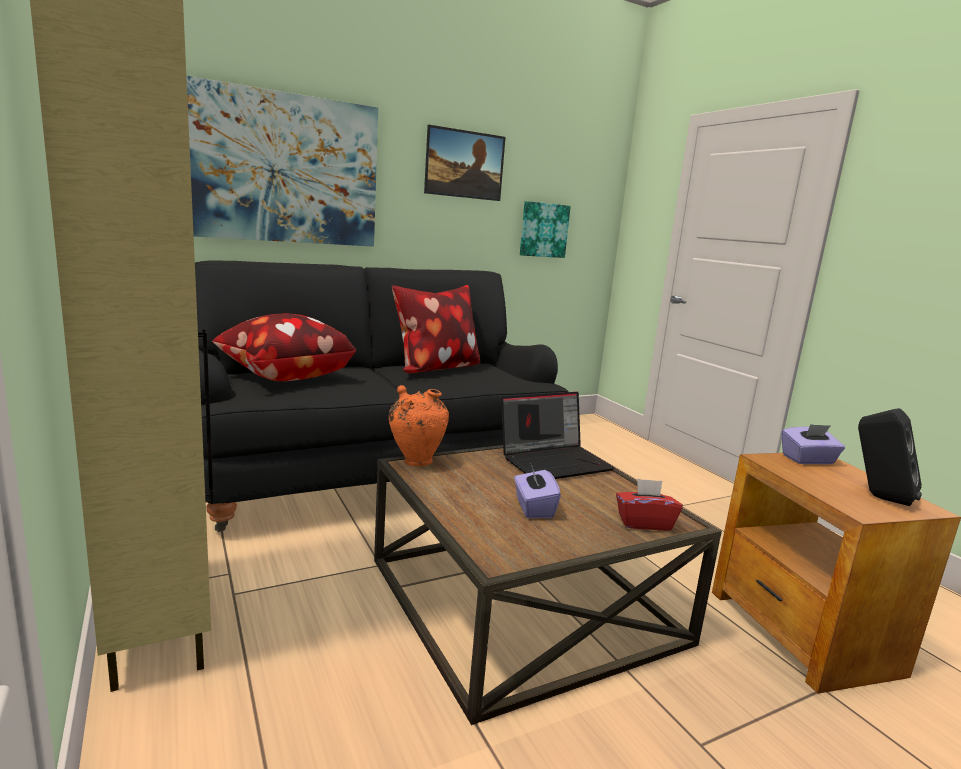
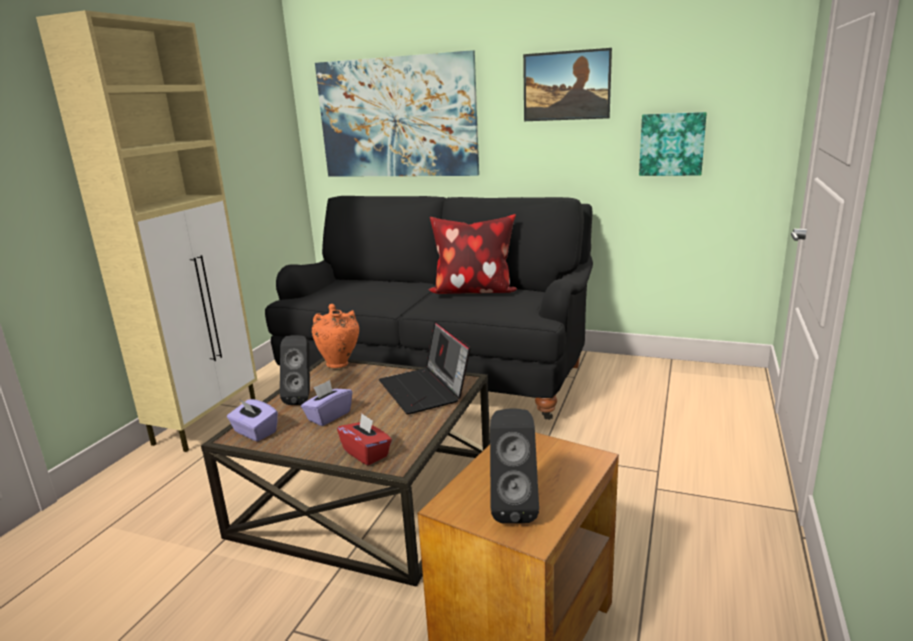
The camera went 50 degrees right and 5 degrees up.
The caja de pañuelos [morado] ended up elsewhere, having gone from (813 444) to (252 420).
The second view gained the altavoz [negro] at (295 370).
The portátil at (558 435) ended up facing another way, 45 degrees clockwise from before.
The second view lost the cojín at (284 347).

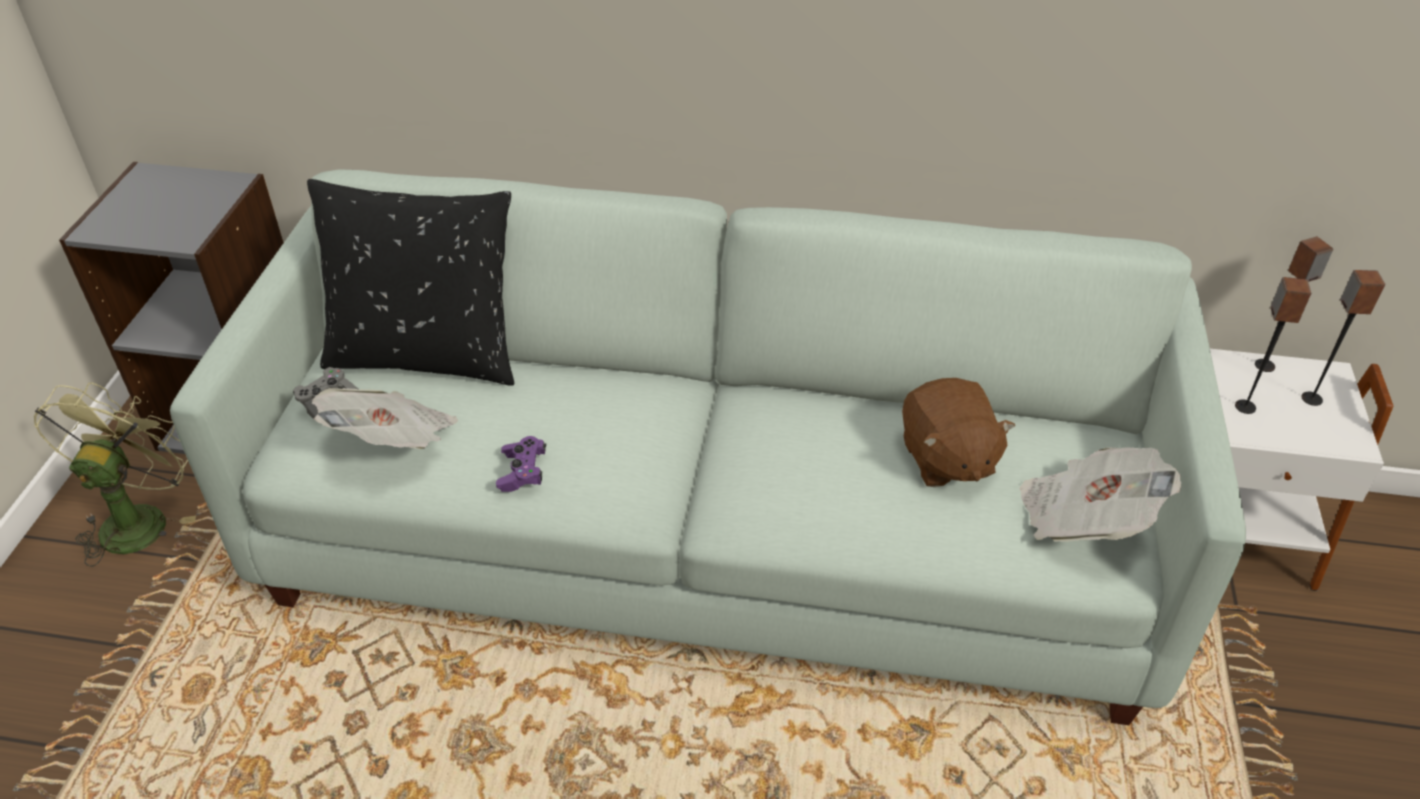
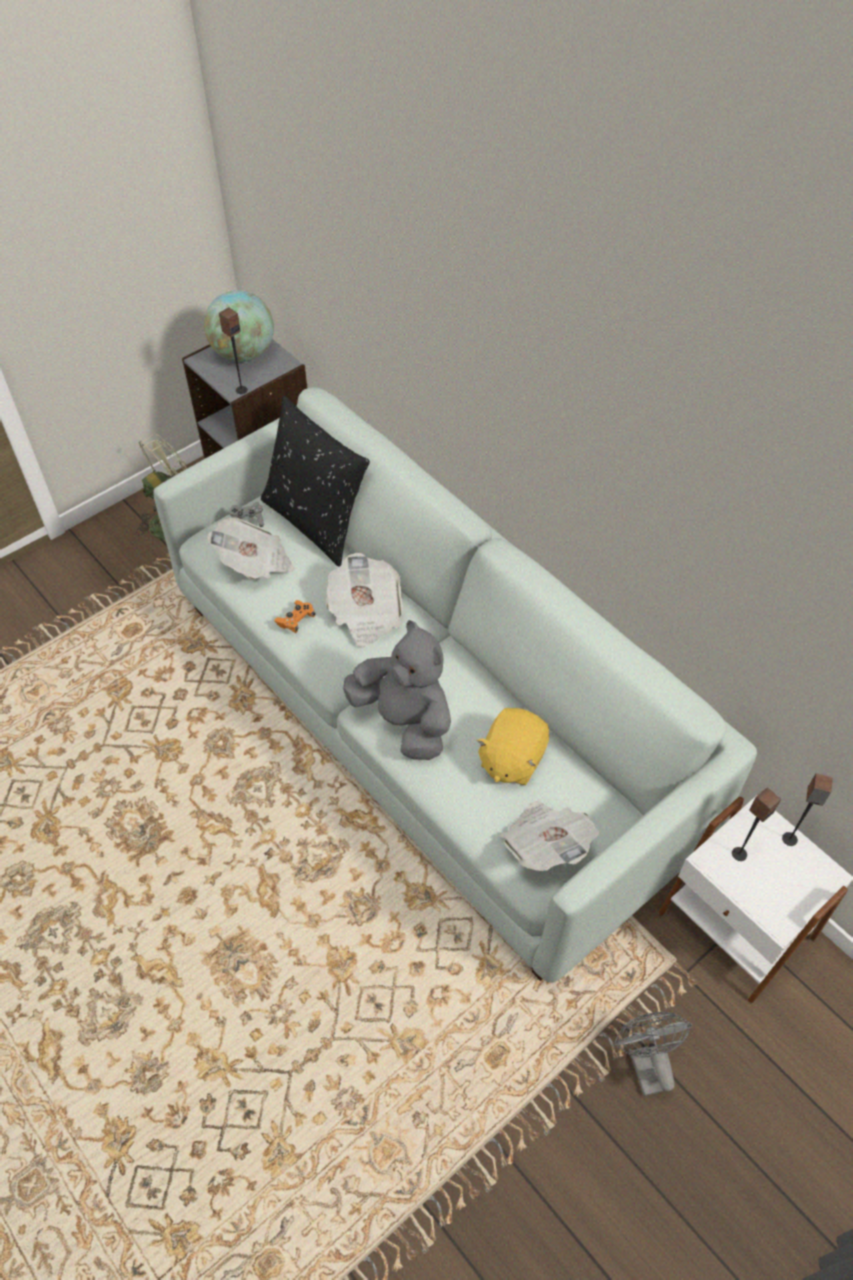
The camera went 40 degrees right and 10 degrees up.
The second view gained the globo terráqueo at (239 326).
The altavoz ended up elsewhere, having gone from (1343 338) to (233 350).
What was the mando de consola [morado] at (521 464) turned into the mando de consola [naranja] at (295 616).
The second view gained the periódico at (364 600).
The second view gained the peluche [gris] at (397 690).
What was the peluche [marrón] at (959 432) turned into the peluche [amarillo] at (512 746).
The second view gained the ventilador [gris] at (652 1054).

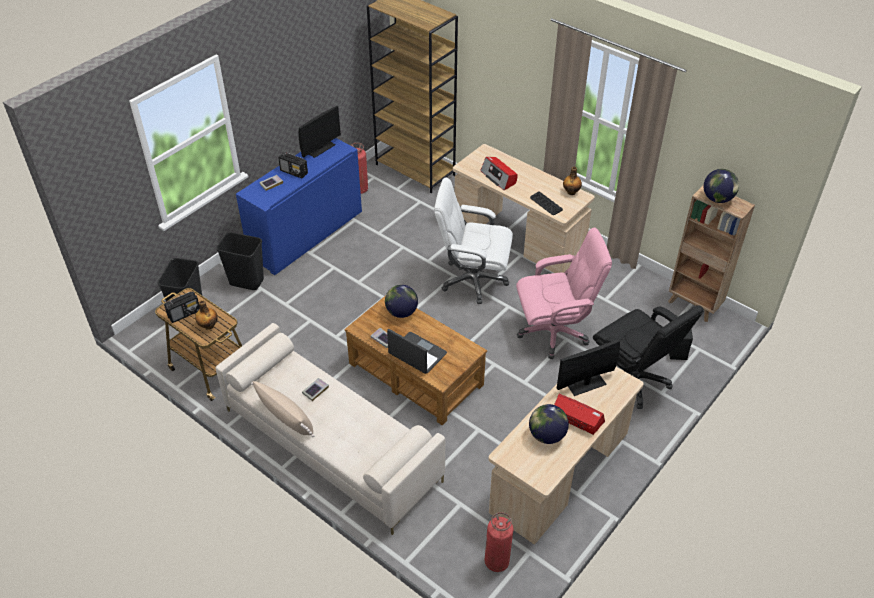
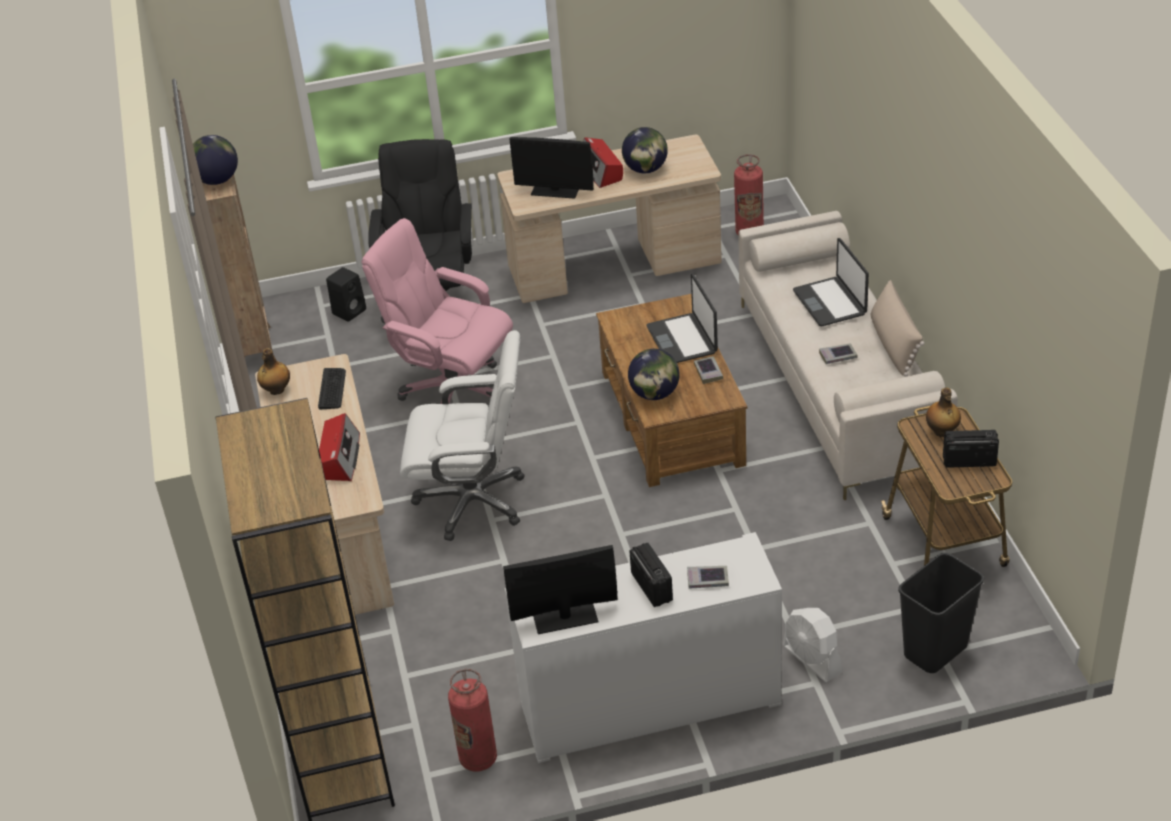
The camera went 140 degrees left and 5 degrees down.
The silla de oficina [blanco] at (473 240) ended up facing another way, 45 degrees counterclockwise from before.
What was the armario [azul] at (299 206) turned into the armario [blanco] at (643 647).
Where the papelera [negro] stood at (240 261), the ventilador [blanco] came to stand at (812 645).
The second view gained the portátil at (831 282).

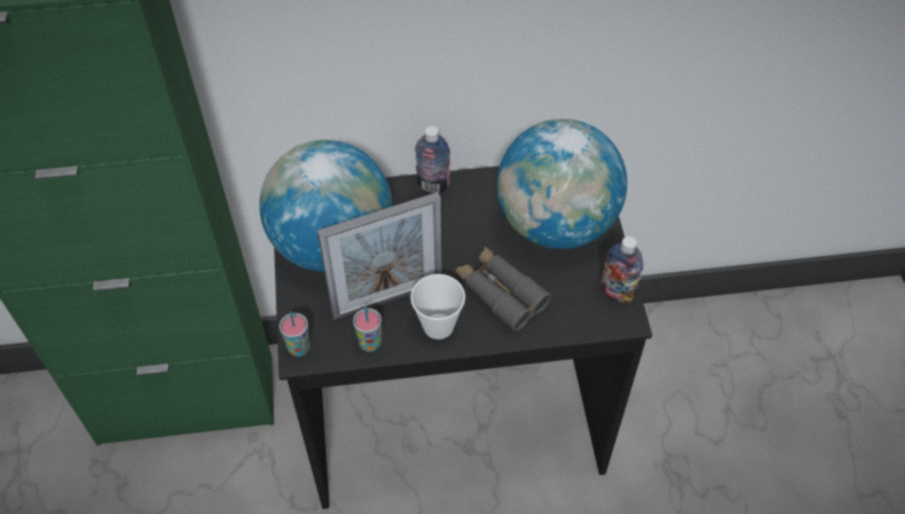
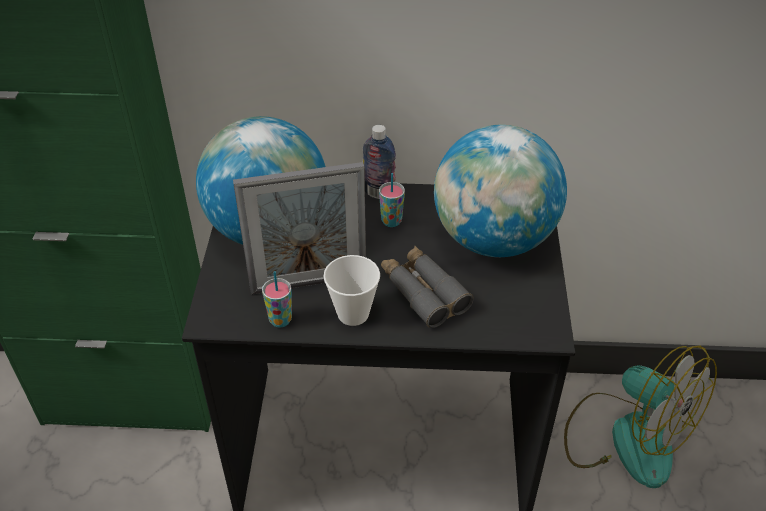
The camera went 10 degrees right and 10 degrees down.
The taza ended up elsewhere, having gone from (294 334) to (392 200).
The second view gained the ventilador at (640 417).
The second view lost the botella at (622 269).

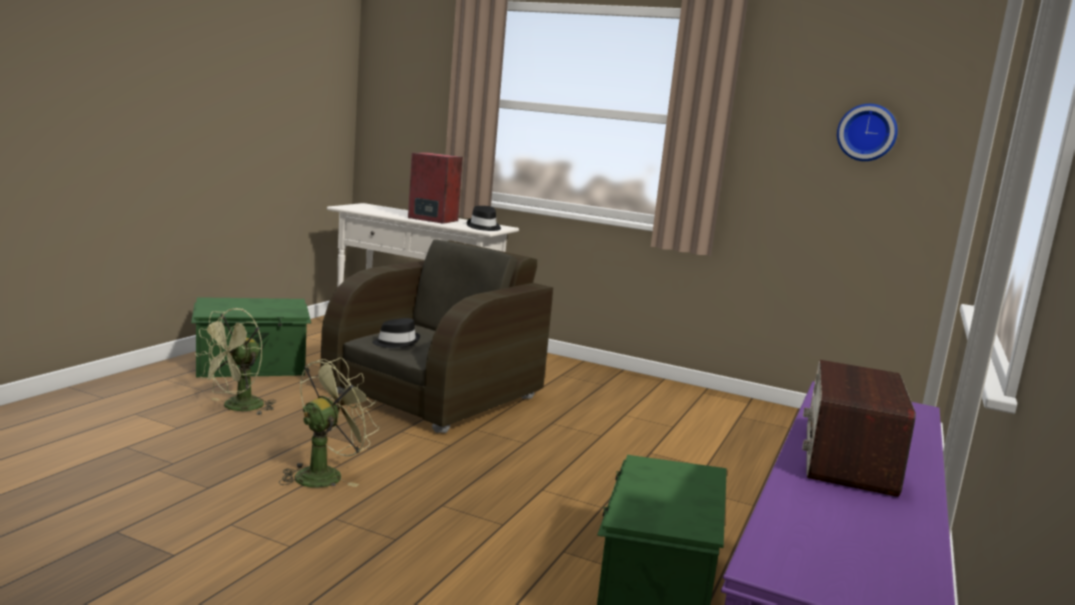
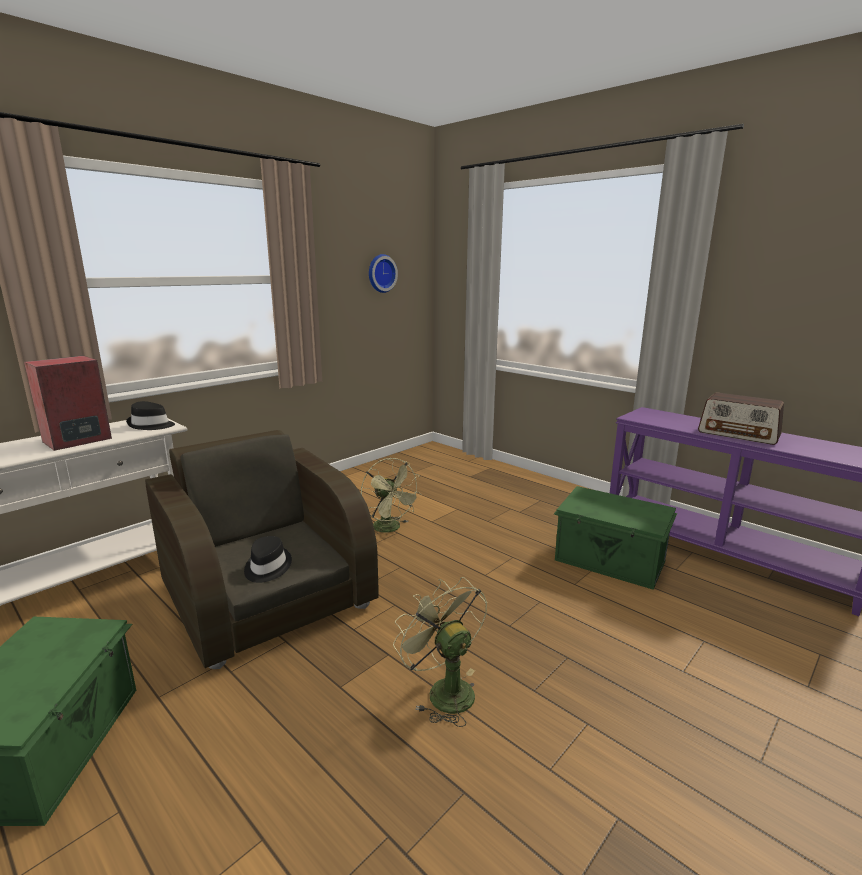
The camera went 70 degrees left and 5 degrees up.
The ventilador [verde] ended up elsewhere, having gone from (235 361) to (391 495).

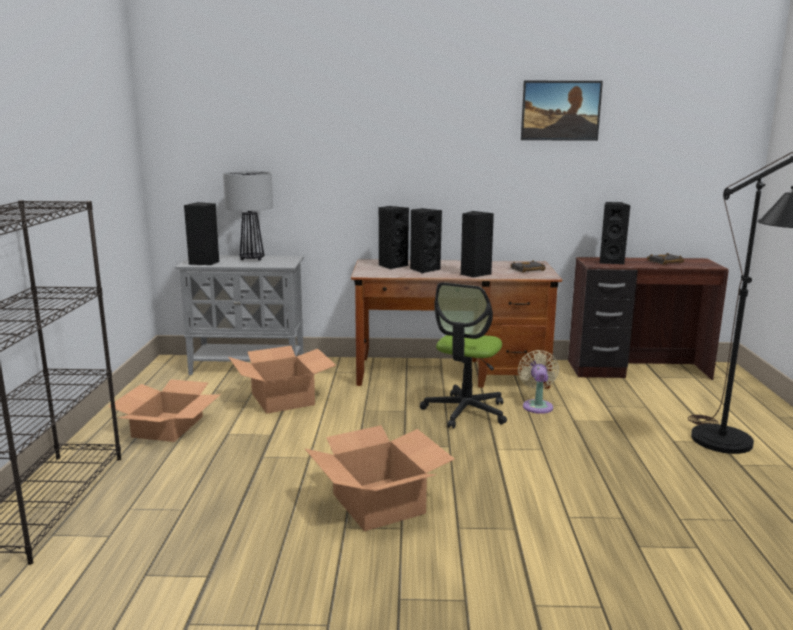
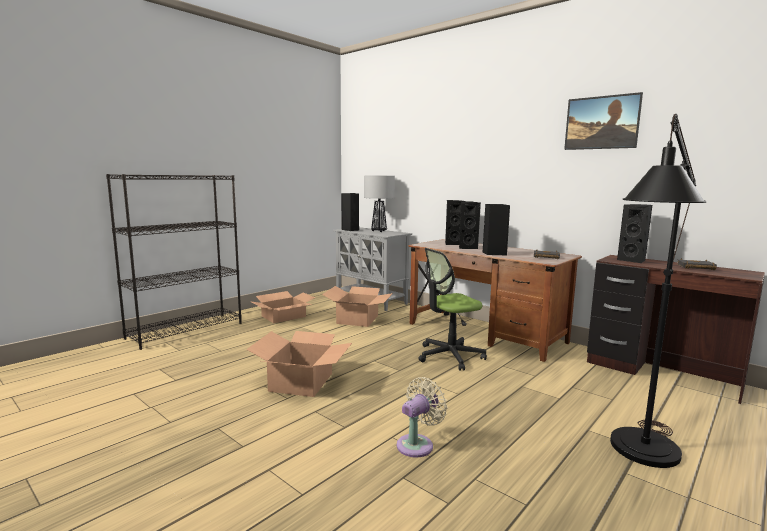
The camera went 40 degrees right and 5 degrees down.
The ventilador [beis] ended up elsewhere, having gone from (538 382) to (422 417).

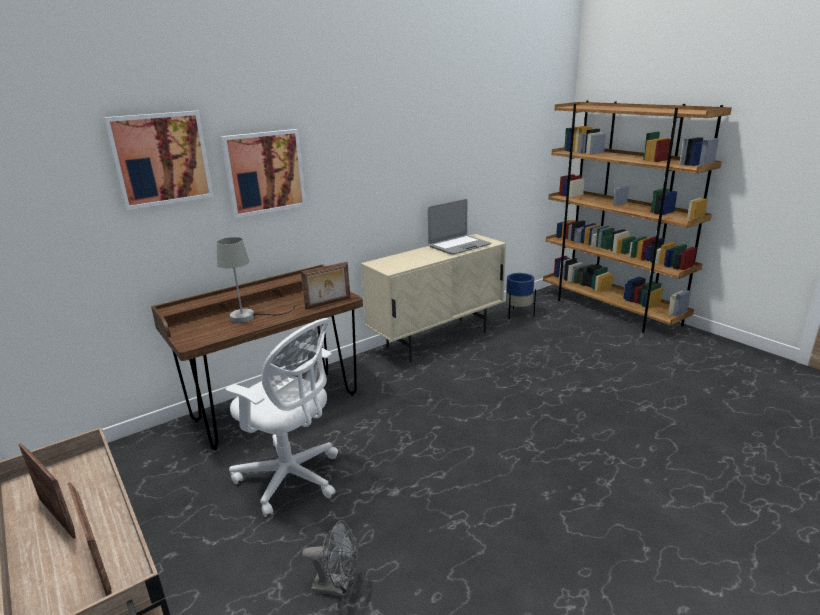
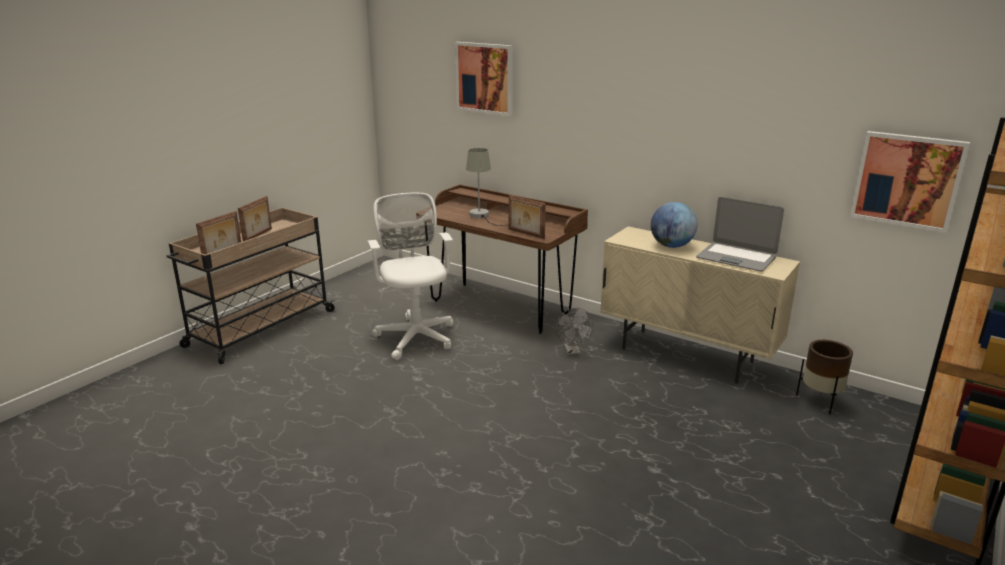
The camera went 70 degrees right and 0 degrees up.
The silla de oficina [blanco] at (282 417) ended up facing another way, 150 degrees clockwise from before.
The ventilador [gris] ended up elsewhere, having gone from (330 558) to (575 331).
The second view gained the globo terráqueo at (674 225).
What was the maceta [azul] at (521 296) turned into the maceta [marrón] at (824 377).
The cuadro ended up elsewhere, having gone from (263 173) to (910 182).

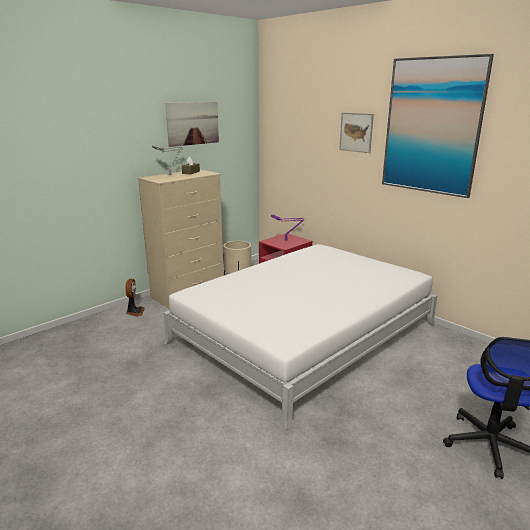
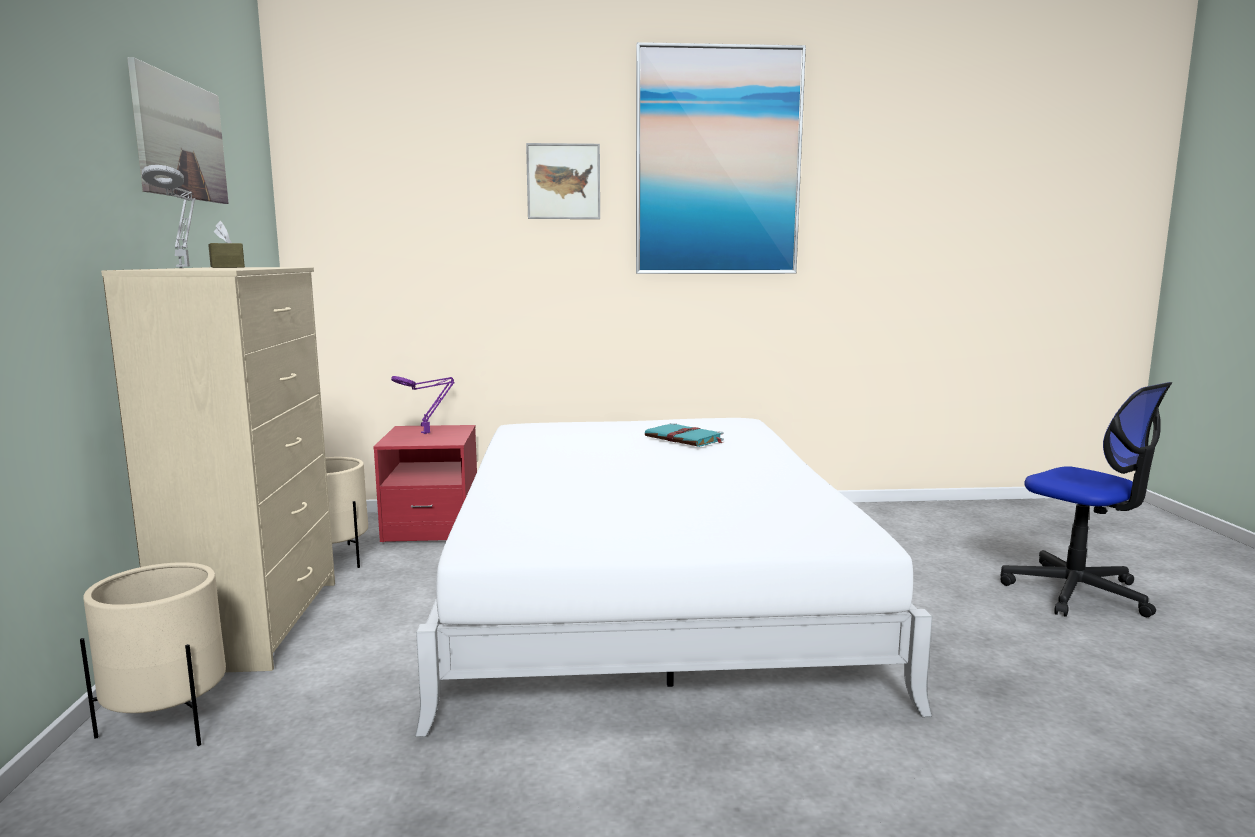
The camera went 50 degrees left and 10 degrees down.
Where the ventilador stood at (135 298), the maceta [beis] came to stand at (153 654).
The second view gained the libro [turquesa] at (685 435).

